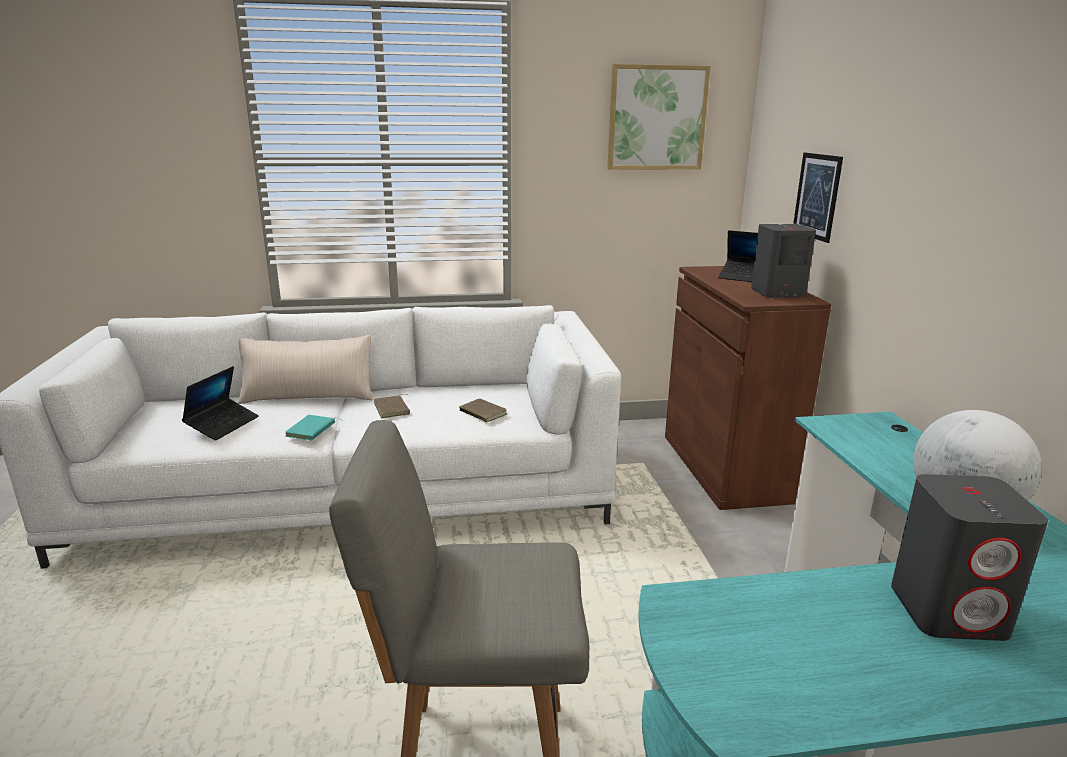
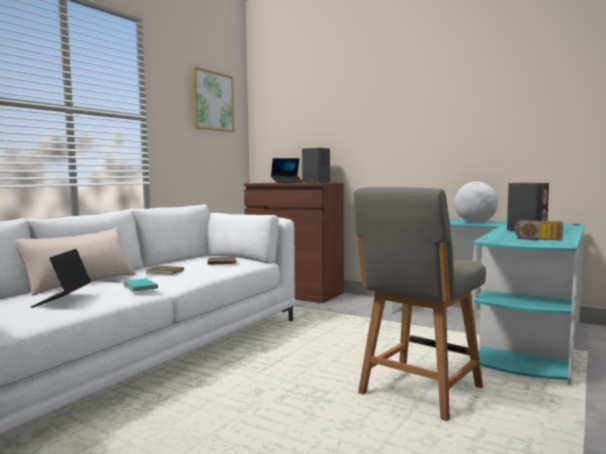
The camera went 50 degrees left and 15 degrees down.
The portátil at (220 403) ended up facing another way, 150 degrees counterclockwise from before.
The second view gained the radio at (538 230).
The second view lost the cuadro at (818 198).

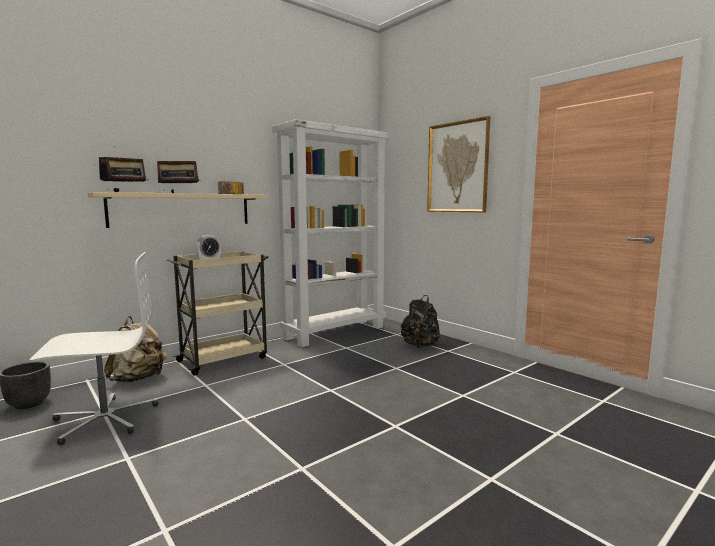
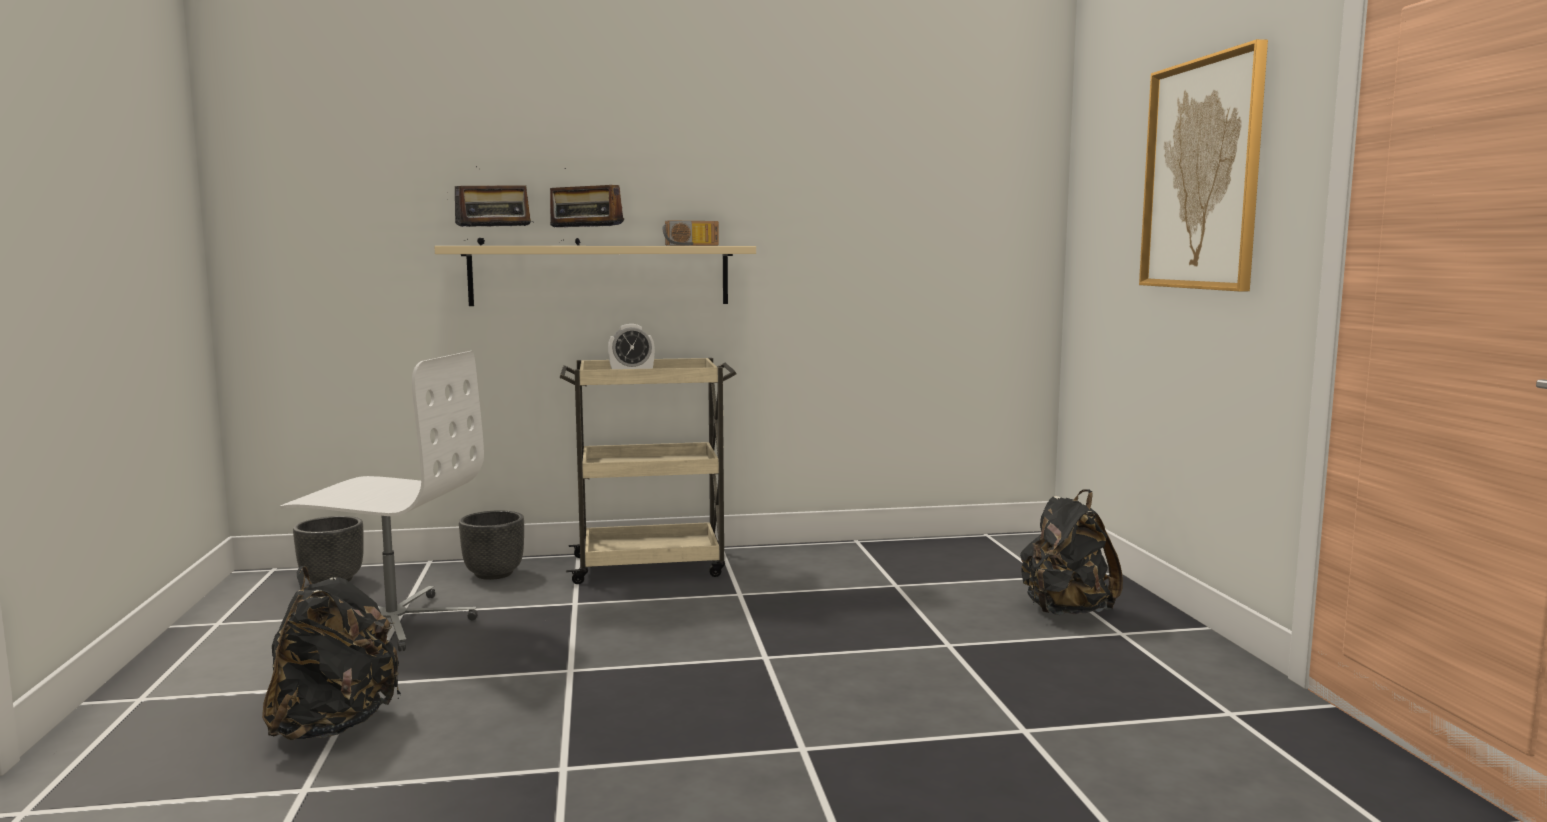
The camera went 30 degrees right and 0 degrees up.
The second view gained the mochila [negro] at (331 653).
Where the mochila [beis] stood at (135 349), the maceta [negro] came to stand at (491 545).
The second view lost the estantería [blanco] at (330 233).

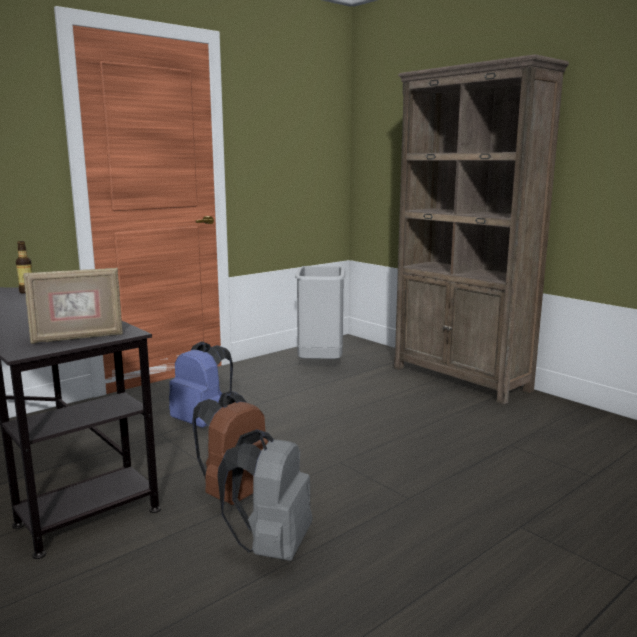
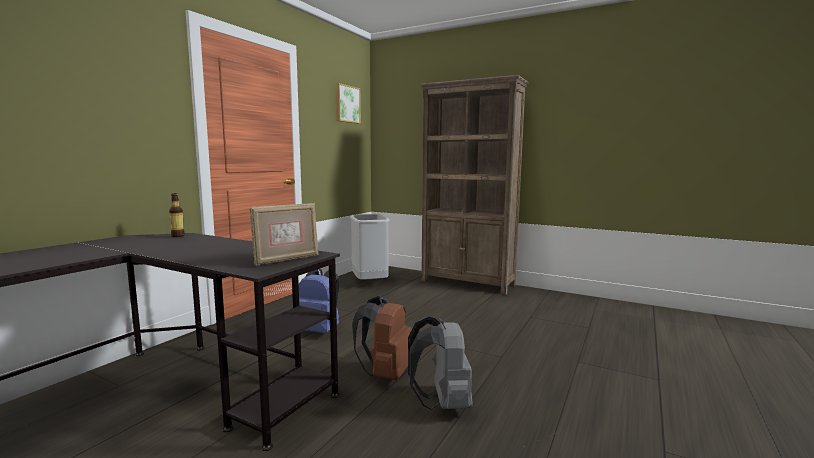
The camera went 20 degrees left and 5 degrees down.
The second view gained the cuadro at (348 103).

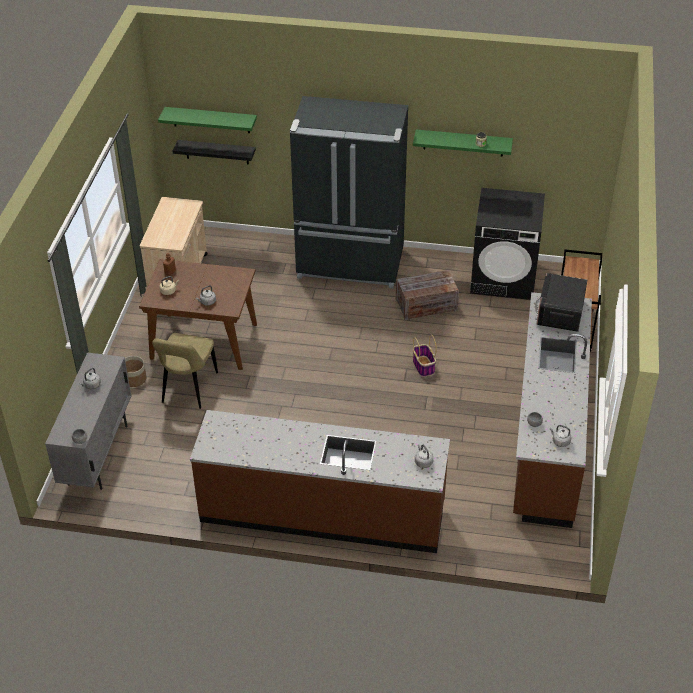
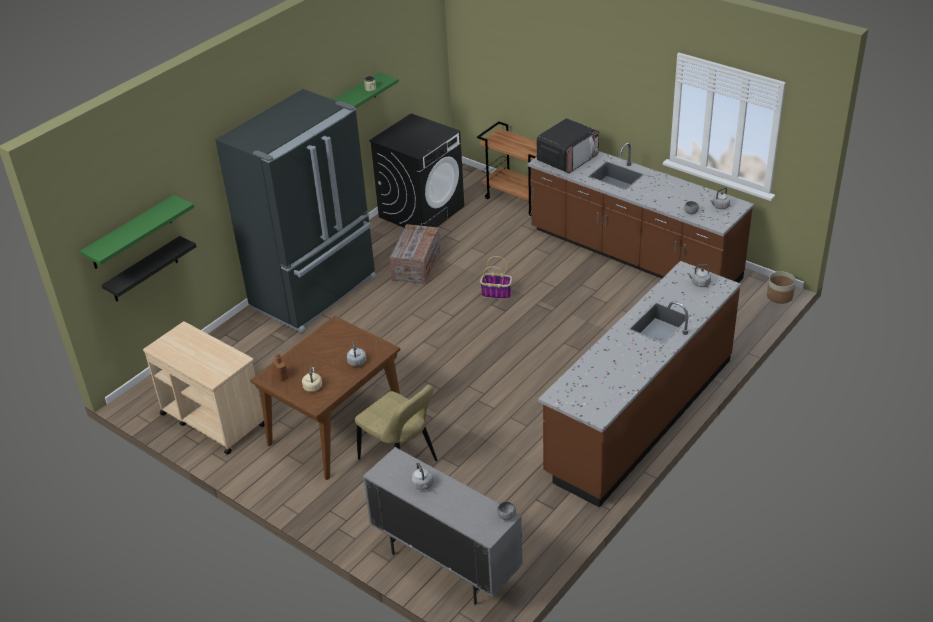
The camera went 60 degrees left and 5 degrees down.
The microondas at (561 302) ended up facing another way, 90 degrees counterclockwise from before.
The maceta ended up elsewhere, having gone from (135 371) to (781 287).

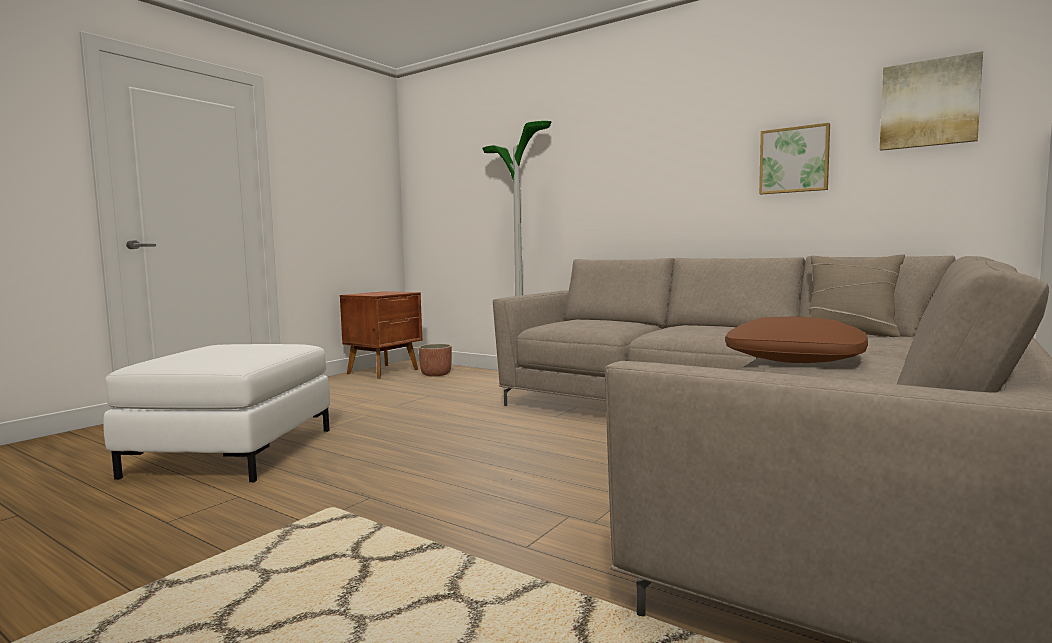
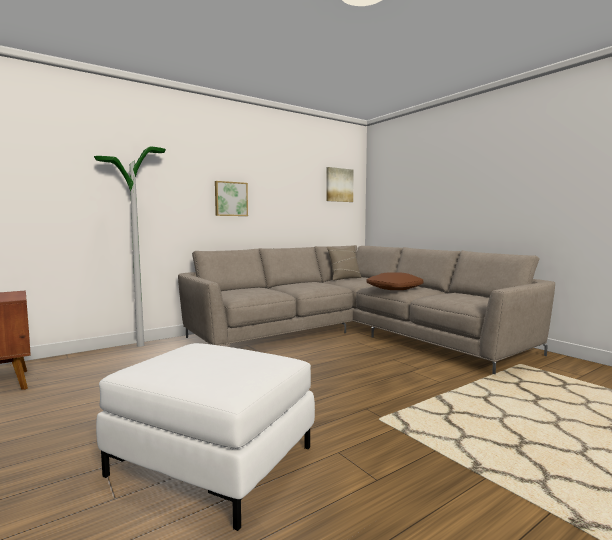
The camera went 70 degrees left and 0 degrees up.
The cuadro ended up elsewhere, having gone from (794 158) to (231 198).
The second view lost the maceta at (435 360).

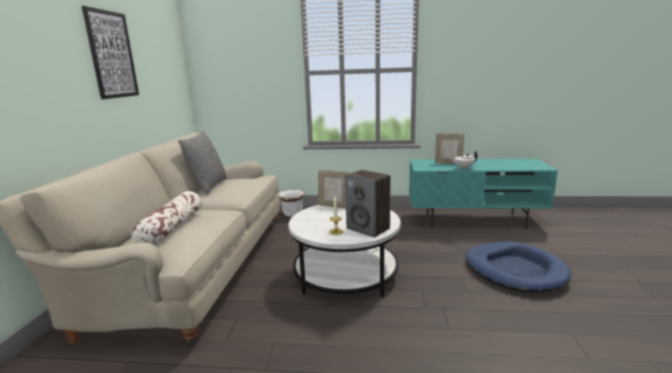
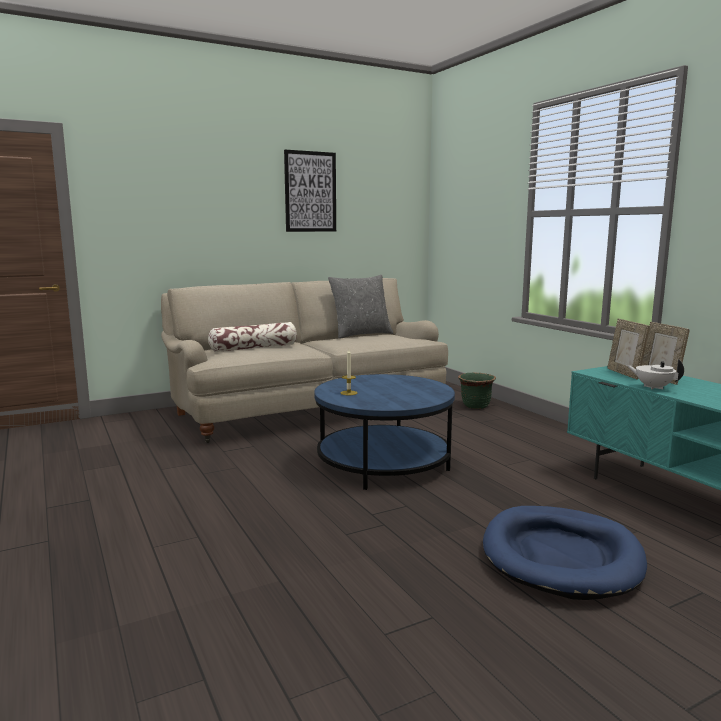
The camera went 55 degrees right and 5 degrees down.
What was the mesa de centro [blanco] at (345 251) turned into the mesa de centro [azul] at (384 432).
What was the maceta [blanco] at (291 203) turned into the maceta [verde] at (477 391).
The portarretratos ended up elsewhere, having gone from (333 189) to (628 349).
The second view lost the altavoz at (368 204).

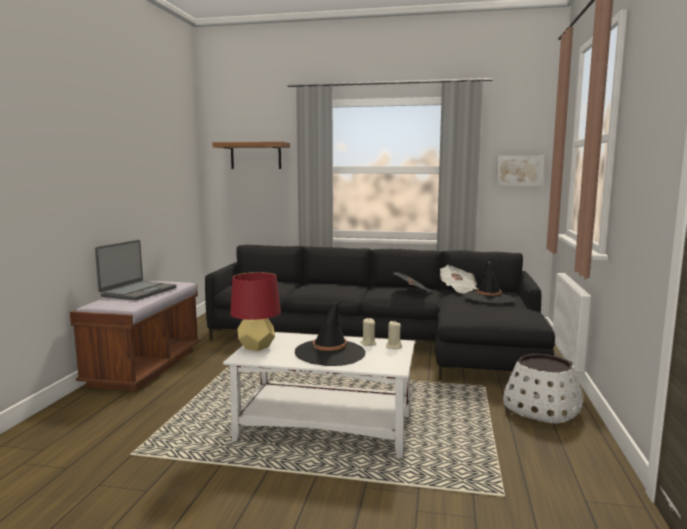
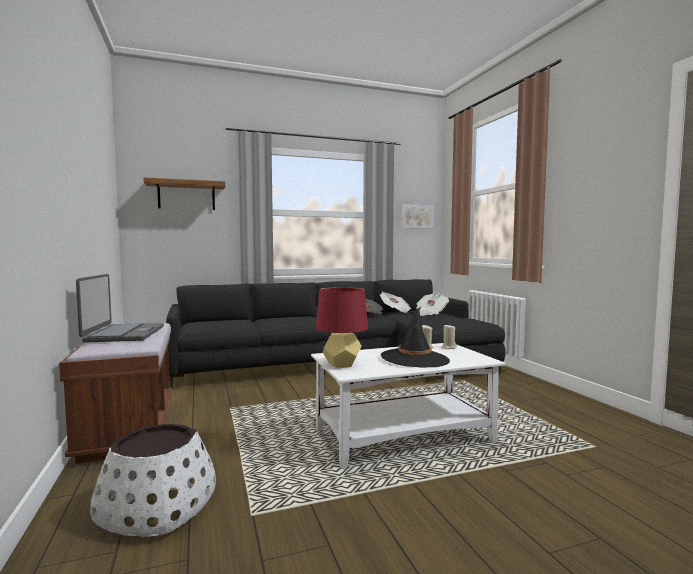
The camera went 30 degrees left and 5 degrees down.
The maceta [blanco] ended up elsewhere, having gone from (543 388) to (153 480).
Where the sombrero [negro] stood at (489 282), the periódico came to stand at (432 304).

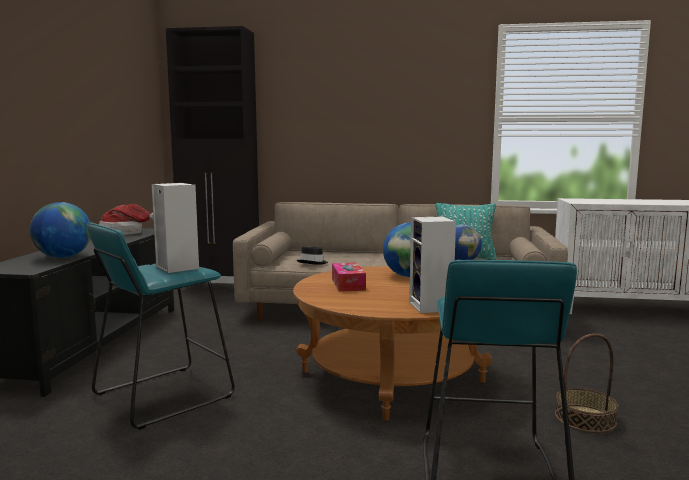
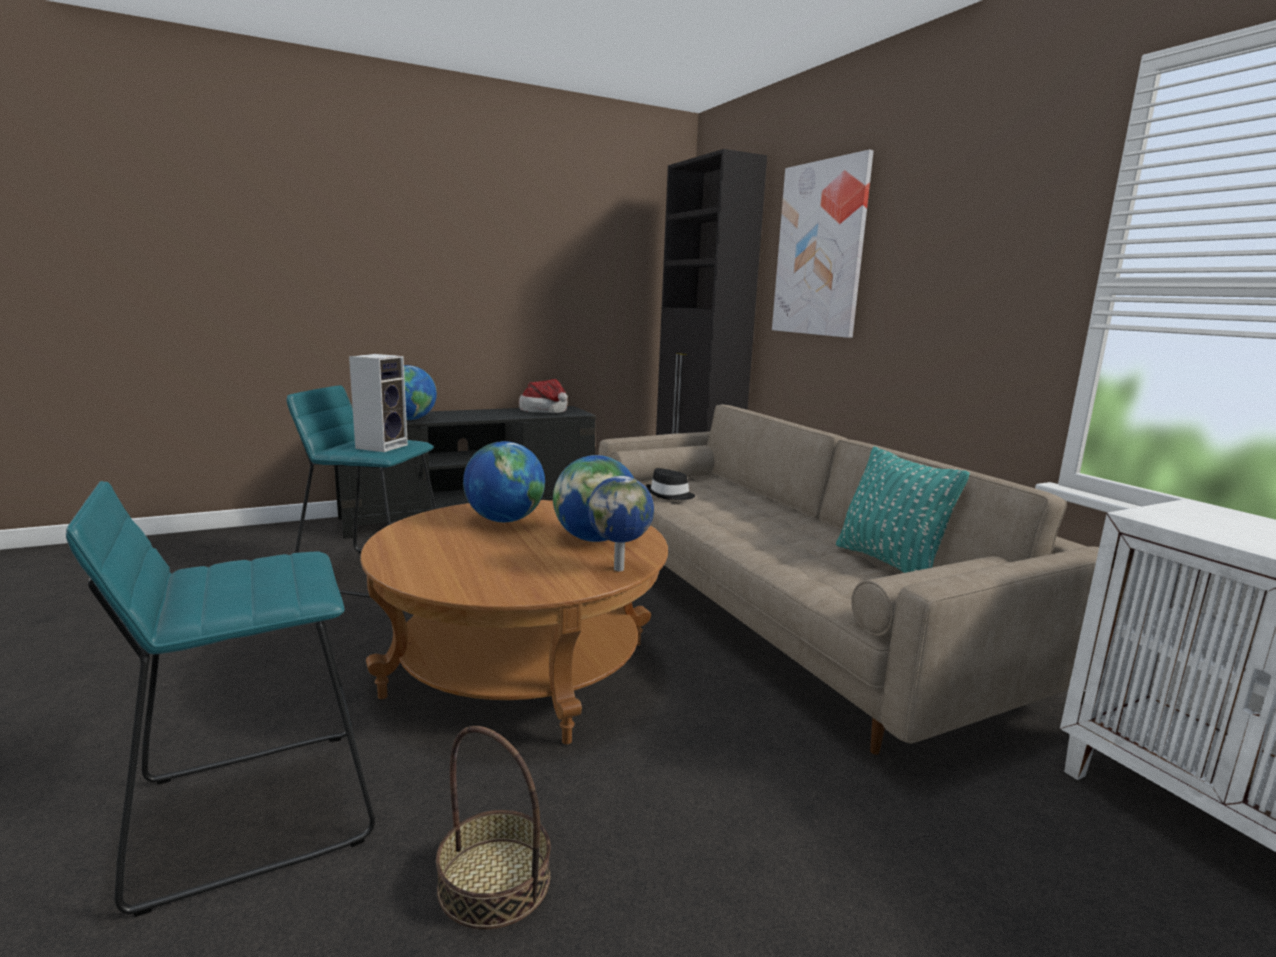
The camera went 55 degrees right and 5 degrees up.
Where the caja de pañuelos stood at (349 277), the globo terráqueo came to stand at (504 481).
The second view gained the cuadro at (823 244).
The second view lost the altavoz at (432 264).

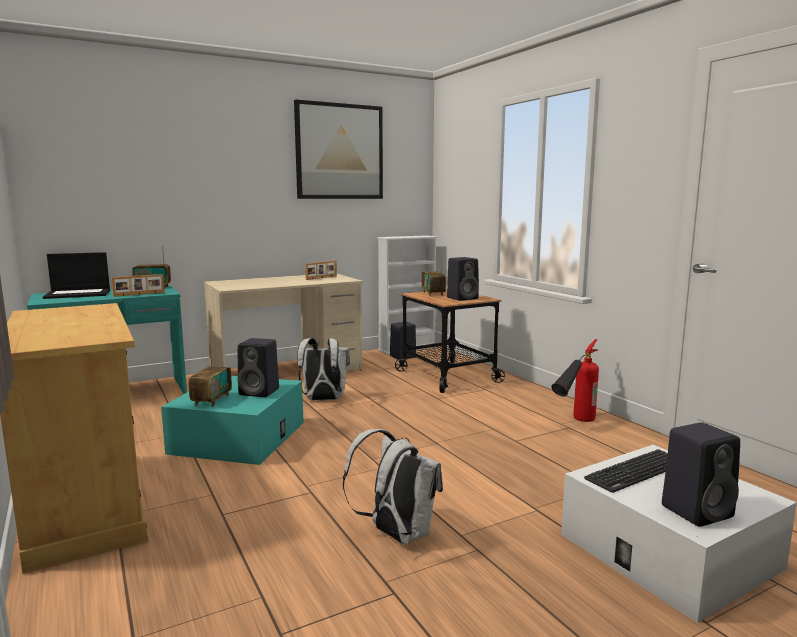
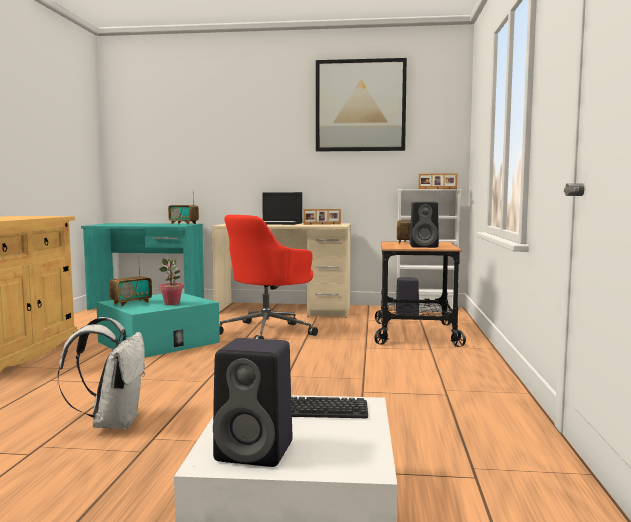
The camera went 35 degrees right and 5 degrees down.
Where the altavoz [negro] stood at (258 367), the planta en maceta came to stand at (171 281).
Where the mochila [blanco] stood at (323 369), the silla de oficina [rojo] came to stand at (268 277).
The portátil ended up elsewhere, having gone from (76 275) to (282 208).
The portarretratos ended up elsewhere, having gone from (138 285) to (437 181).
The second view lost the extintor at (575 380).

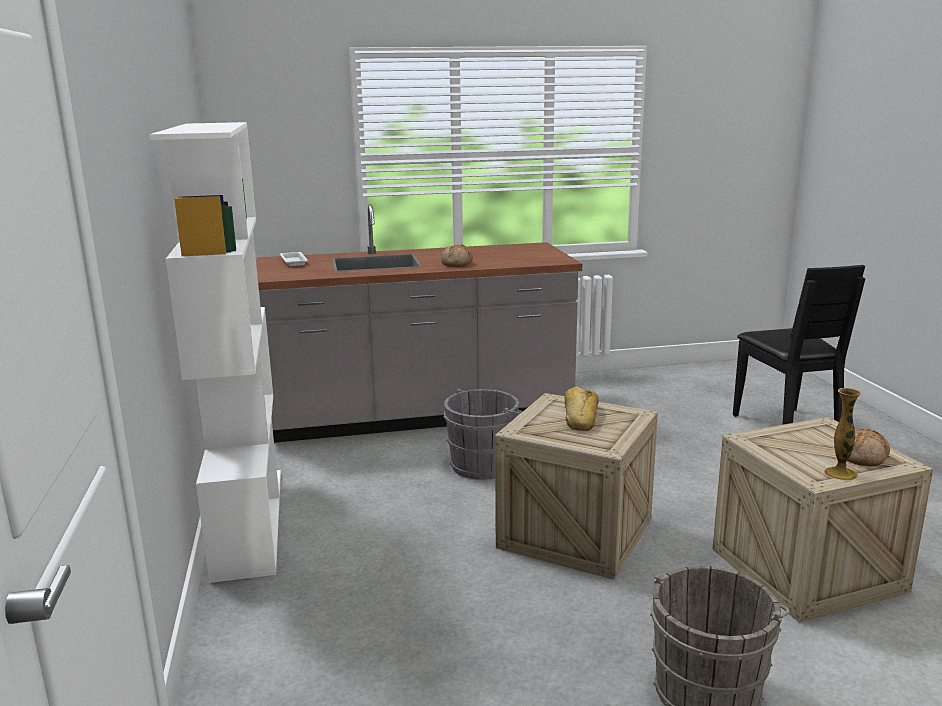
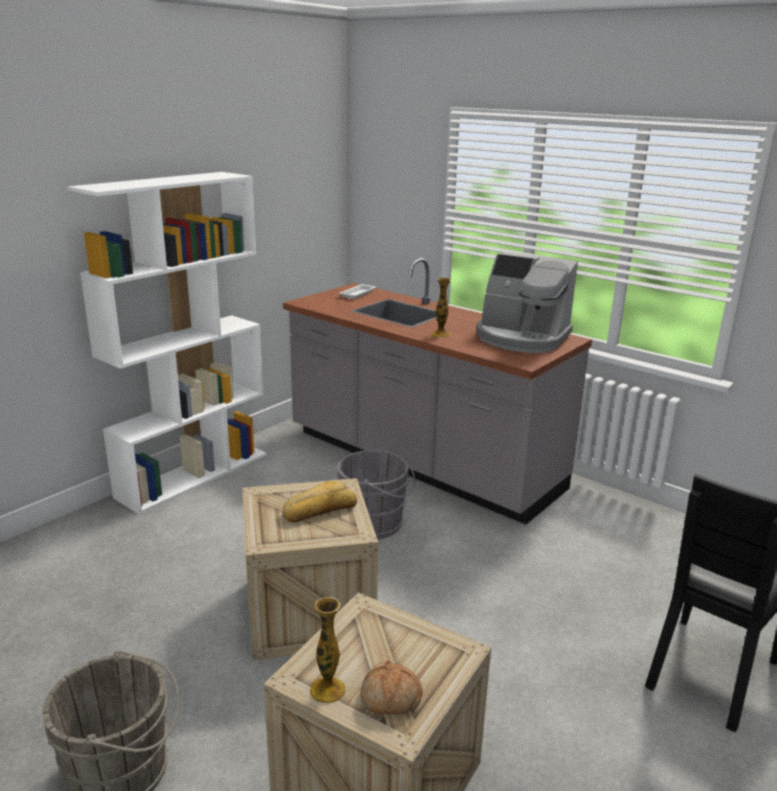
The camera went 50 degrees right and 5 degrees up.
Where the pan stood at (457 255), the florero came to stand at (441 307).
The second view gained the cafetera at (527 302).

